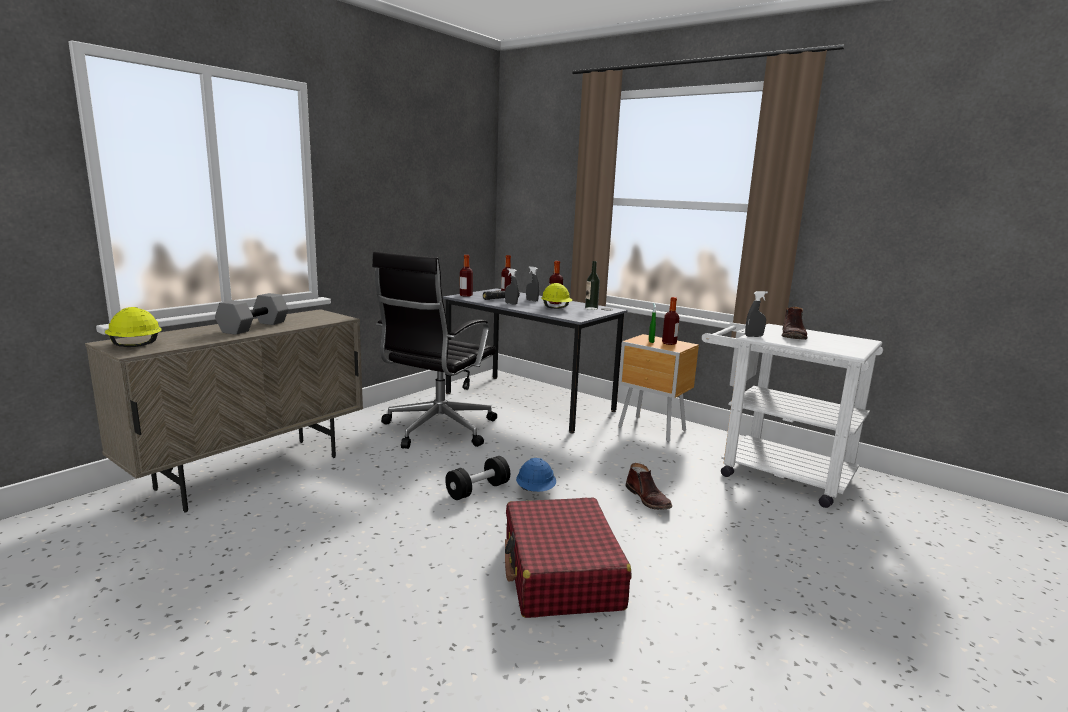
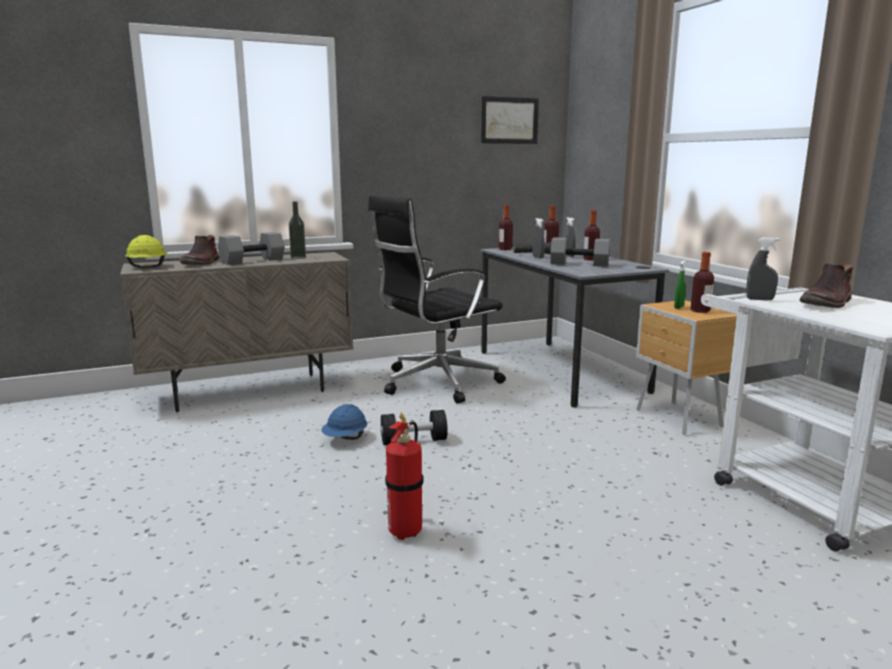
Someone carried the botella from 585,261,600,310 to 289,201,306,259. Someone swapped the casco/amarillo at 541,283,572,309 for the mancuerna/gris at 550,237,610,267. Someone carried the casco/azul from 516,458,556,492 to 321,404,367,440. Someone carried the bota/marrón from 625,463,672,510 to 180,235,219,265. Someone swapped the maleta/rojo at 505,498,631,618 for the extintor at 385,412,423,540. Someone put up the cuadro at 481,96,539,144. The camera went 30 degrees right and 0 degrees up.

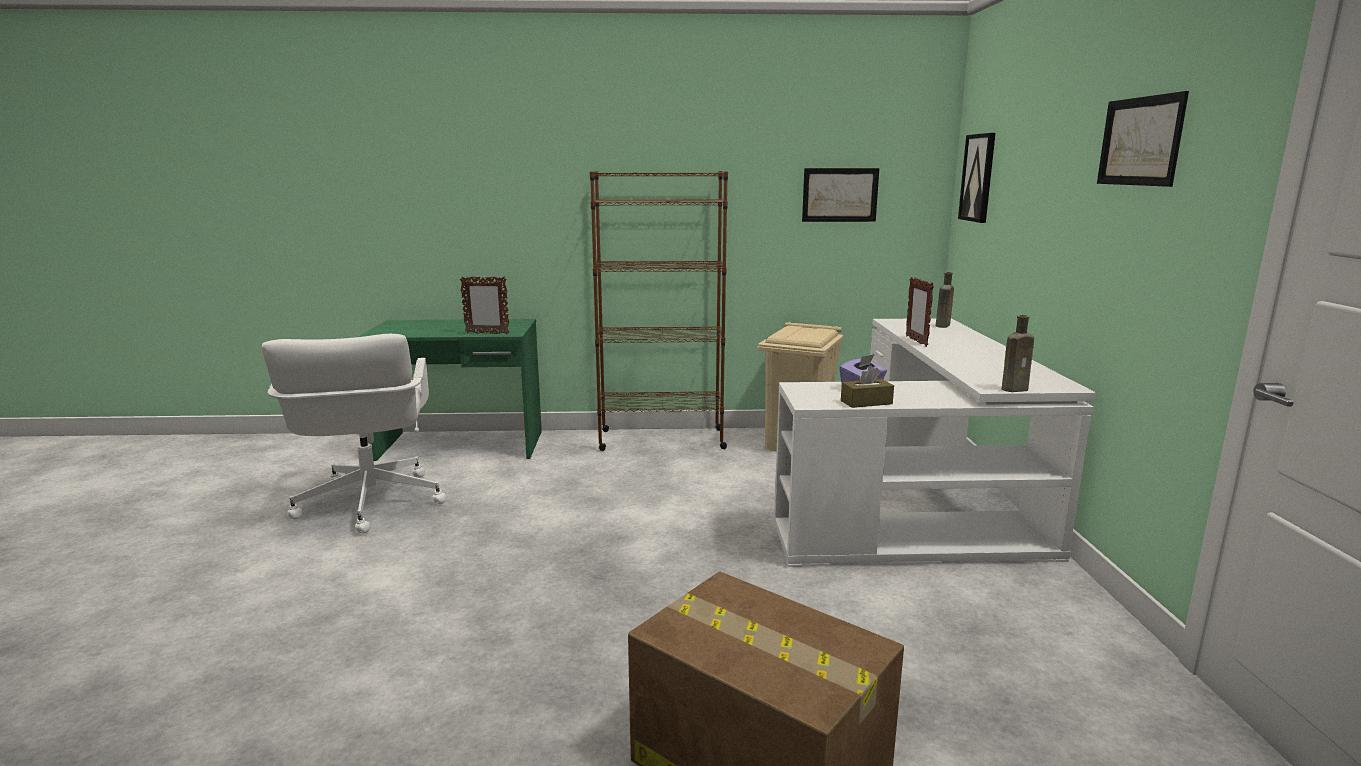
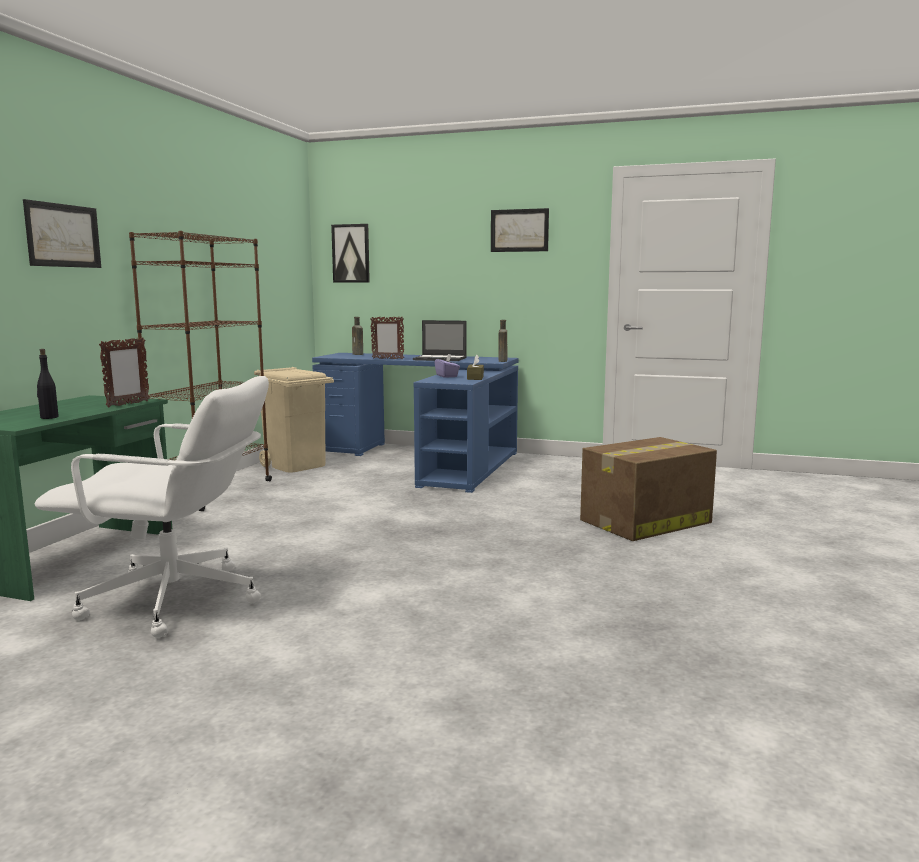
Someone carried the cuadro from 802,168,879,222 to 23,199,101,268. Someone repainted the escritorio/blanco at 774,318,1096,567, which became the escritorio/azul at 312,353,518,493. Someone put down the portátil at 413,320,467,361. Someone put down the botella/negro at 37,349,59,419. The camera went 70 degrees left and 5 degrees down.

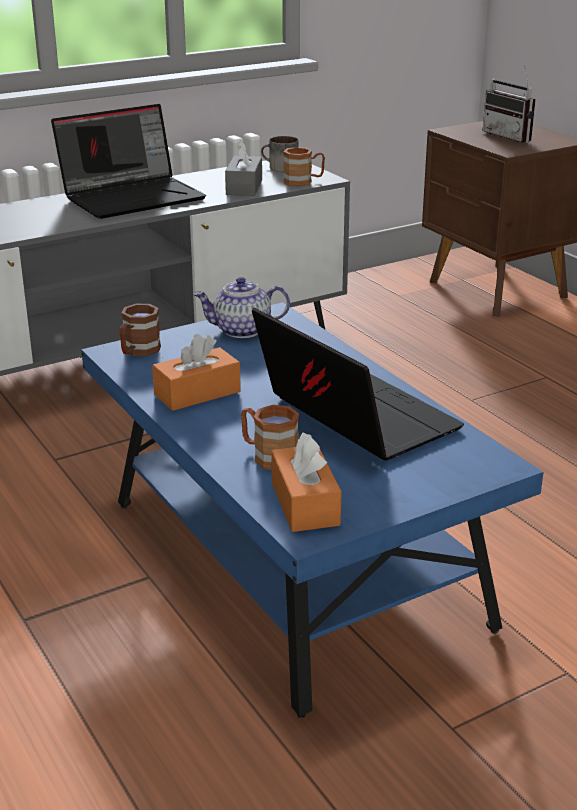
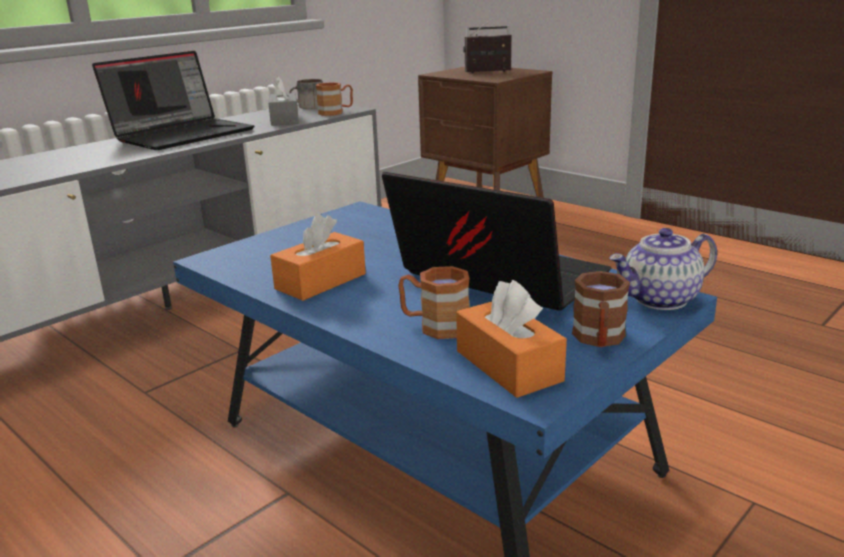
Someone rotated the radio at 483,65,536,143 by 135 degrees clockwise. Someone carried the tetera from 193,277,290,338 to 609,228,717,310. Someone carried the taza grande/marrón from 120,304,161,356 to 572,271,630,347. The camera went 15 degrees left and 5 degrees down.

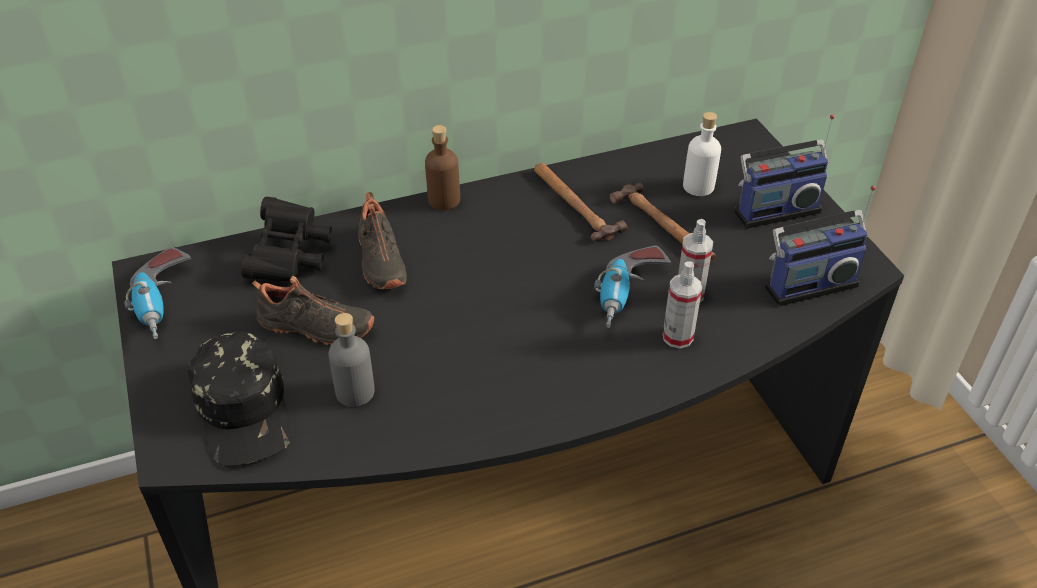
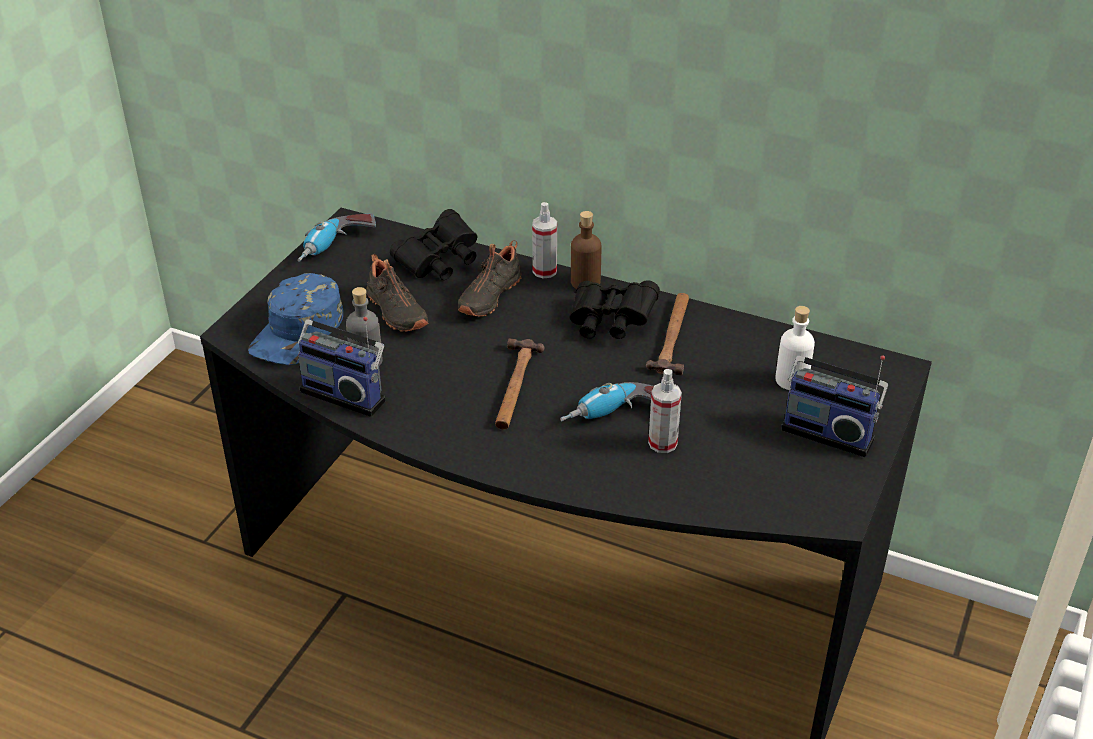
Someone carried the martillo from 610,183,716,263 to 495,338,544,430. Someone carried the radio from 765,186,876,306 to 298,317,386,417. Someone carried the pulverizador from 663,261,702,349 to 532,202,557,278. Someone repainted the gorra/negro at 187,331,293,467, which became the gorra/azul at 248,273,343,365. Someone put down the prismáticos/negro at 569,280,660,339. The camera went 45 degrees right and 5 degrees down.

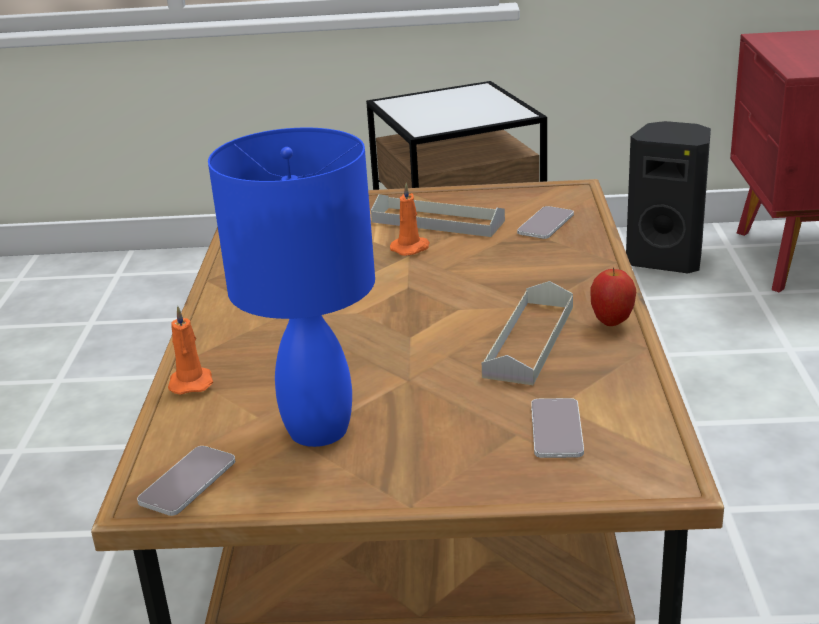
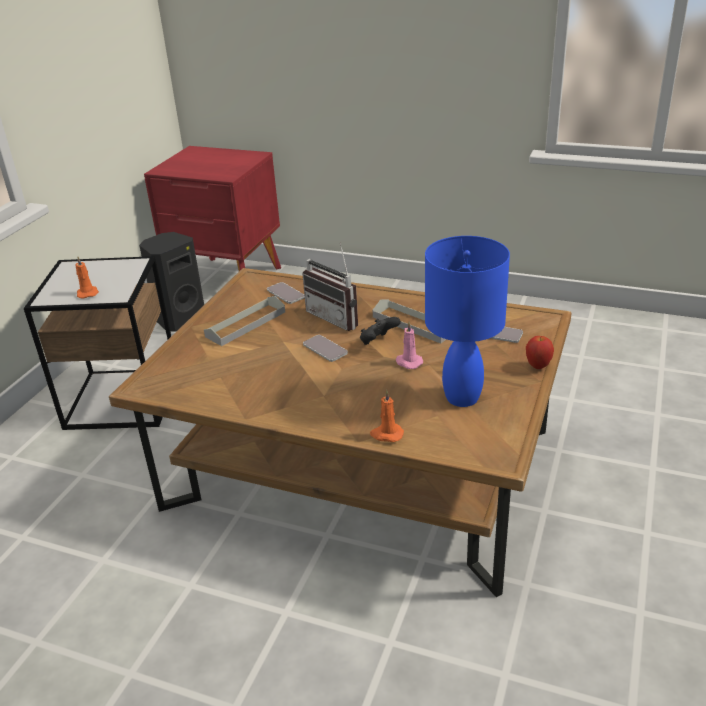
Someone carried the vela/naranja from 390,183,430,256 to 76,257,99,298. Someone carried the manzana from 590,268,636,326 to 526,336,554,369. Someone carried the móvil from 137,446,235,516 to 303,335,348,362. Someone put down the radio at 303,243,358,331. Someone put down the mando de consola/negro at 360,317,401,345. Someone put down the vela/rosa at 396,322,423,369. The camera went 70 degrees left and 5 degrees up.

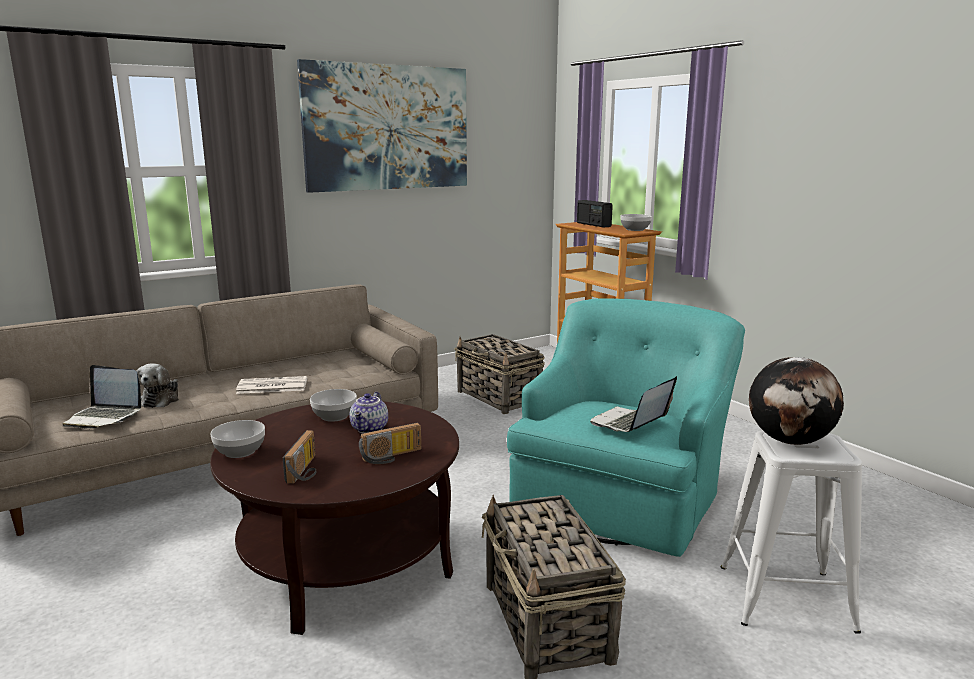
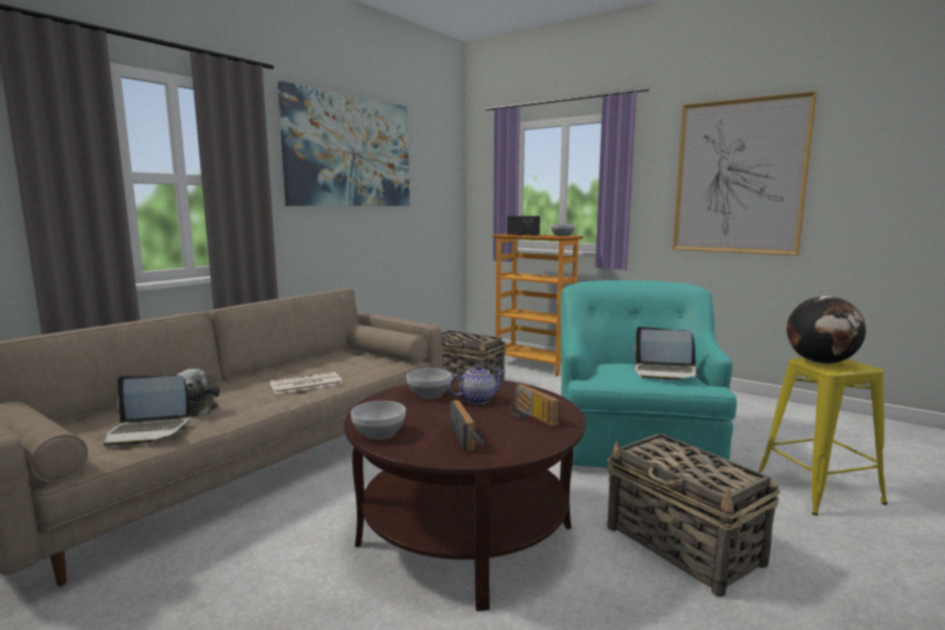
Someone rotated the portátil at 590,376,677,432 by 90 degrees counterclockwise. Someone rotated the tetera at 349,392,388,433 by 105 degrees counterclockwise. Someone rotated the radio at 359,423,421,464 by 105 degrees clockwise. Someone repainted the taburete/blanco at 721,430,862,634, which became the taburete/amarillo at 758,358,888,516. Someone put up the cuadro at 673,91,817,255. The camera went 20 degrees left and 5 degrees down.

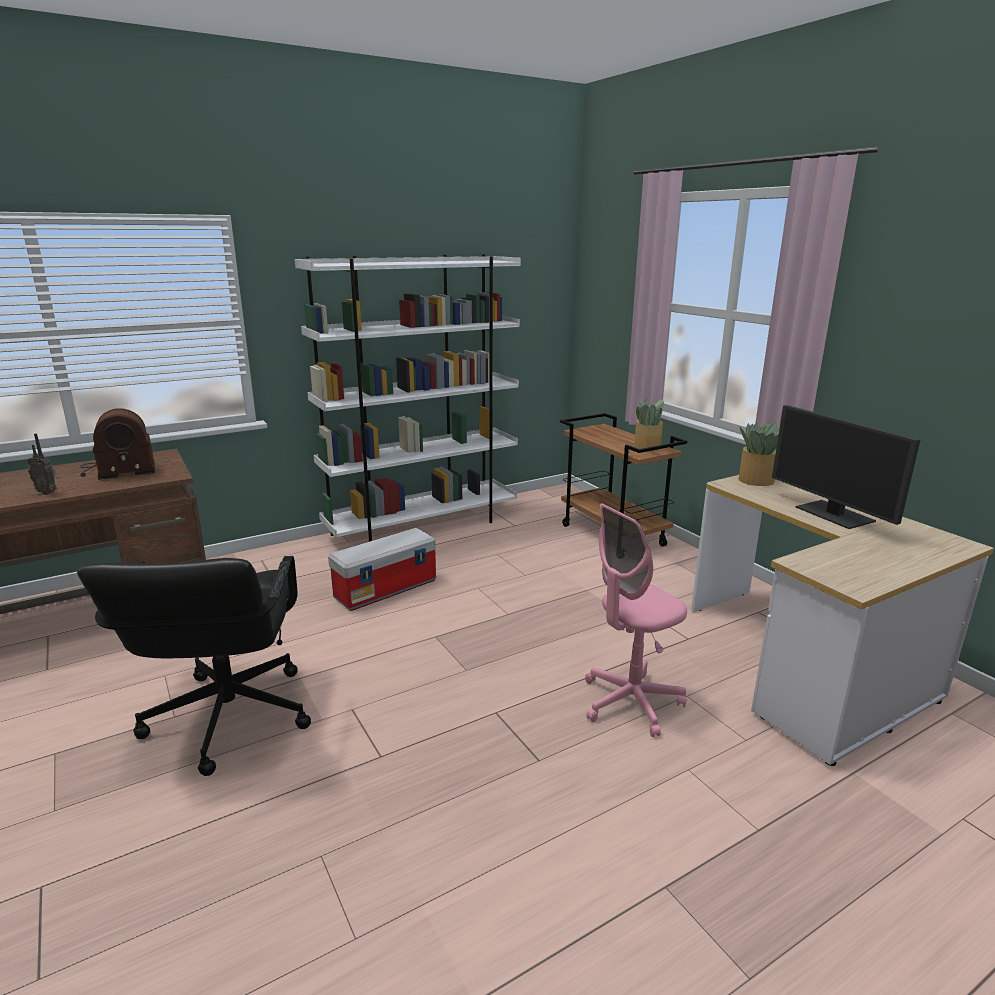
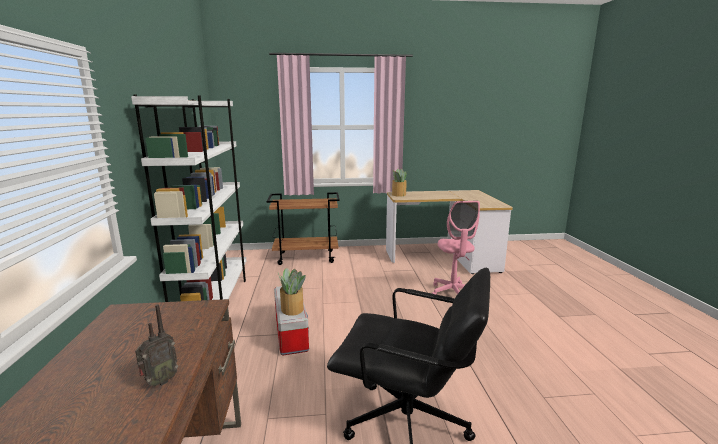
Someone carried the planta en maceta from 634,398,664,451 to 278,268,306,316. Someone took away the monitor at 772,405,920,529. Someone took away the radio at 80,408,155,480. The camera went 65 degrees left and 5 degrees down.

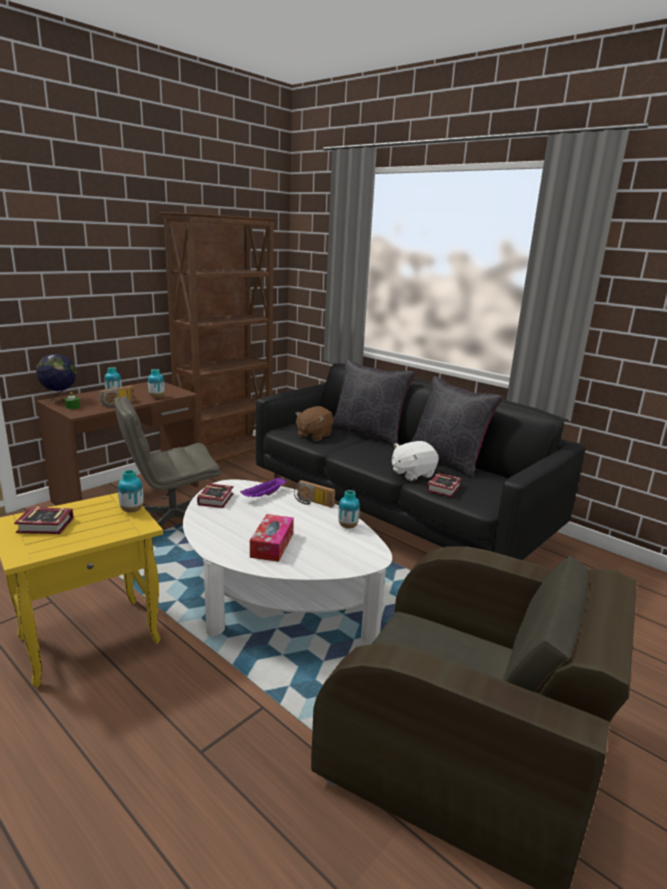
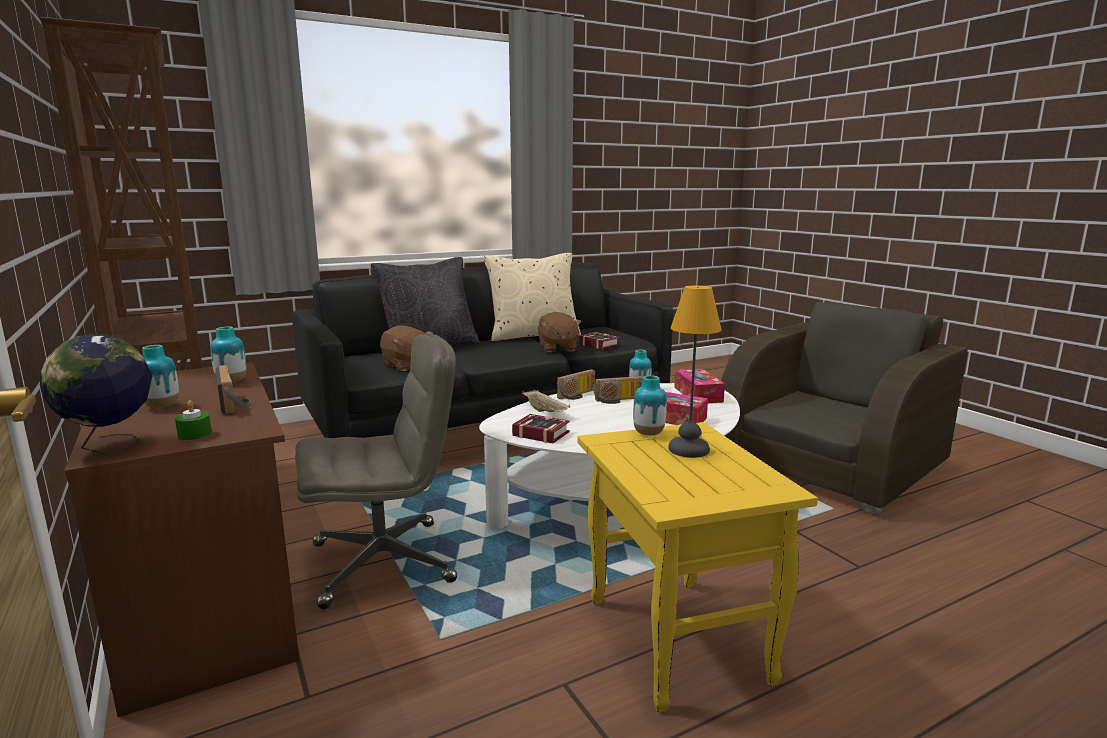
Someone repainted the cojín/negro at 411,376,503,478, which became the cojín/beis at 484,253,581,341. Someone rotated the silla de oficina/gris at 114,396,221,526 by 105 degrees counterclockwise. Someone repainted the peluche/blanco at 392,441,439,481, which became the peluche/marrón at 538,312,581,353. Someone repainted the bandeja/morado at 240,477,287,497, which became the bandeja/beis at 522,390,570,412. Someone took away the libro at 14,507,74,534. Someone put down the lámpara de mesa at 668,285,721,458. Someone put down the caja de pañuelos at 674,368,725,403. Someone put down the radio at 593,376,643,404. The camera went 70 degrees left and 5 degrees down.

